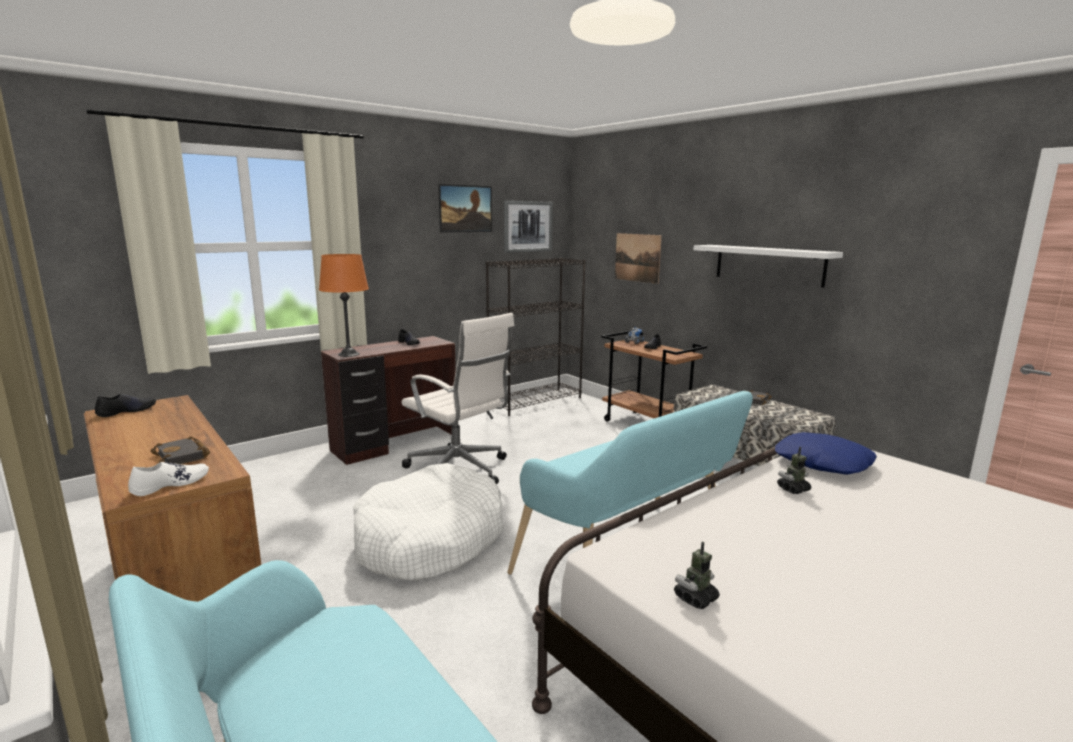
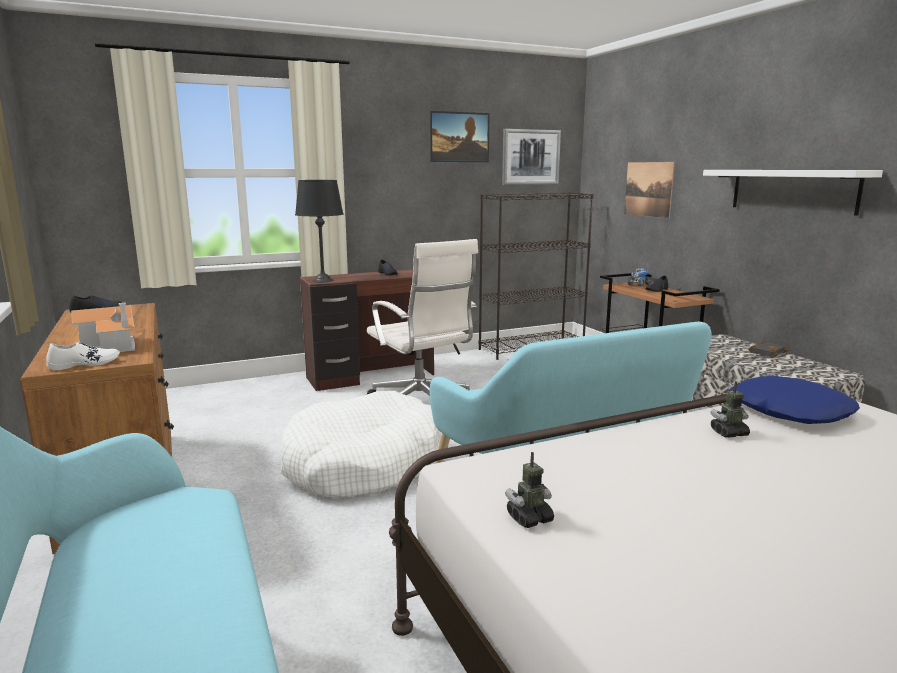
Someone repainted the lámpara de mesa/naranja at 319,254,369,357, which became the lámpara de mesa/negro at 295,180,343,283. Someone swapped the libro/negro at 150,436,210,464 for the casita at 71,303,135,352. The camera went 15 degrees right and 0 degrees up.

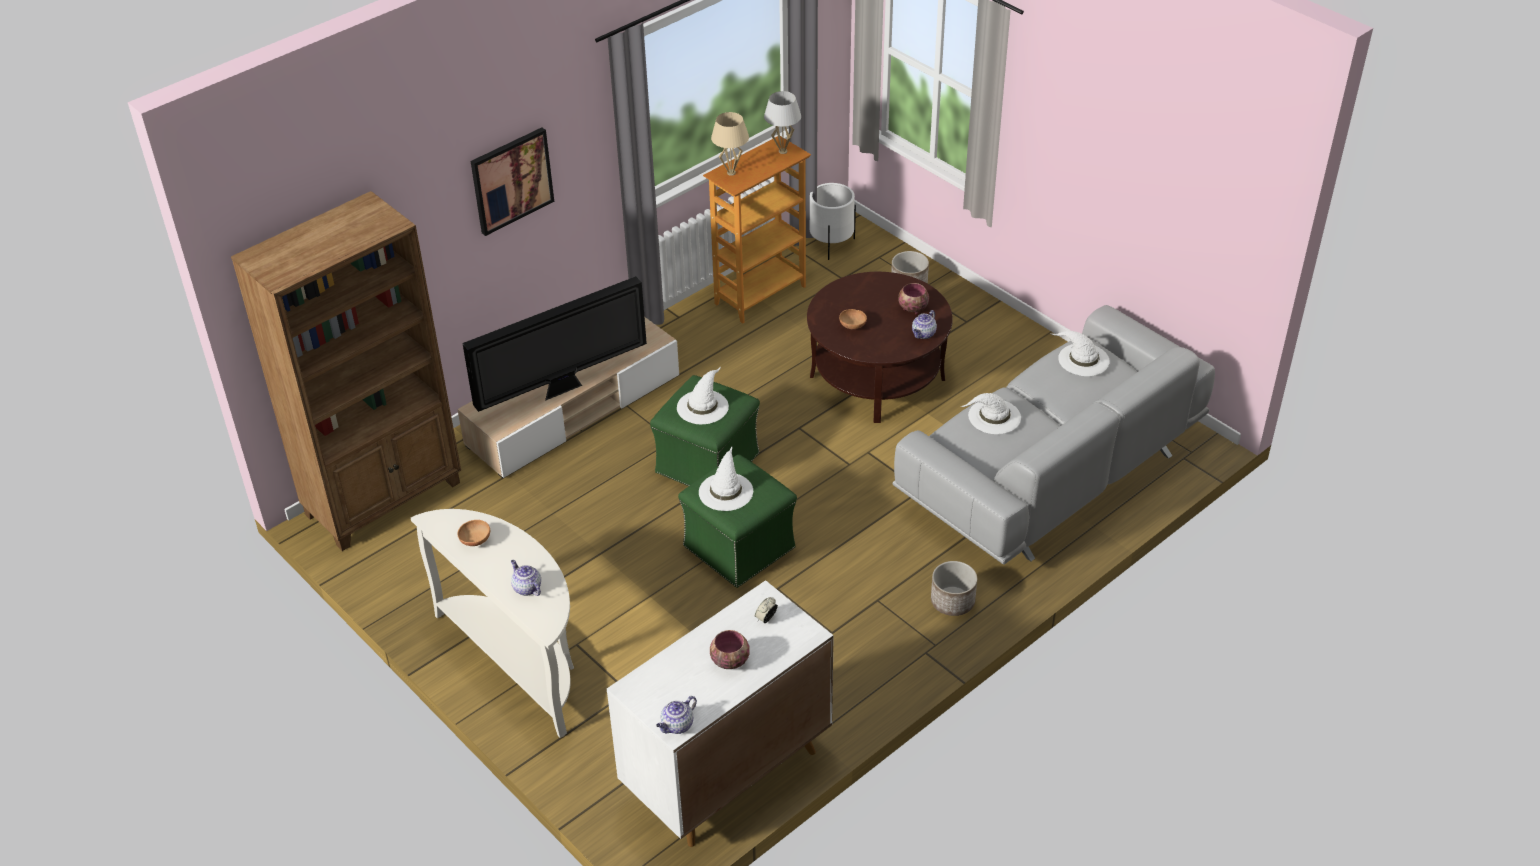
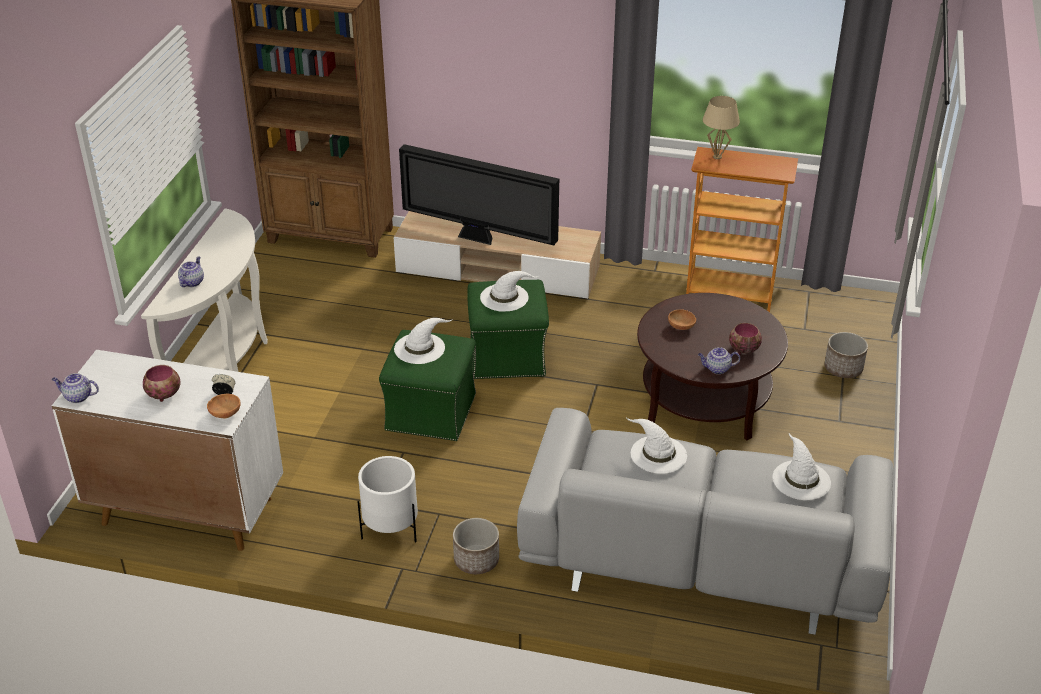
Someone took away the lámpara de mesa/blanco at 764,91,801,154. Someone took away the cuadro at 471,128,554,236. Someone carried the maceta/blanco from 809,183,856,260 to 357,456,418,542. Someone carried the cuenco/marrón from 457,520,490,546 to 207,394,241,419. The camera went 55 degrees right and 5 degrees down.

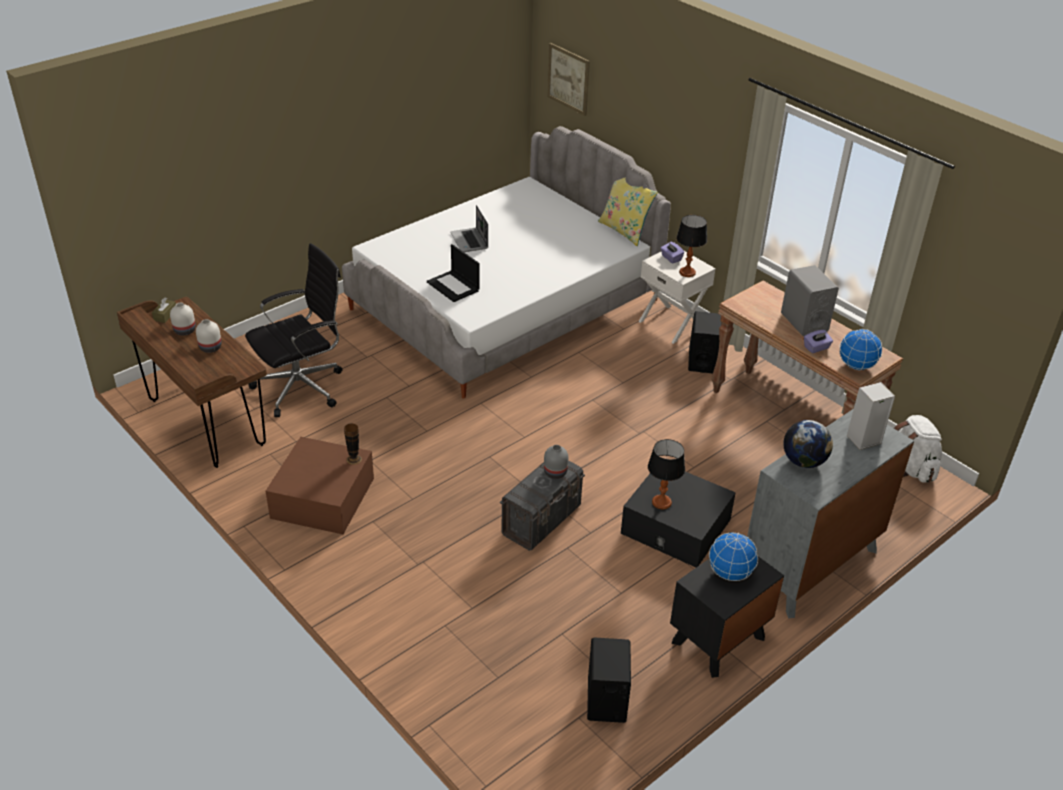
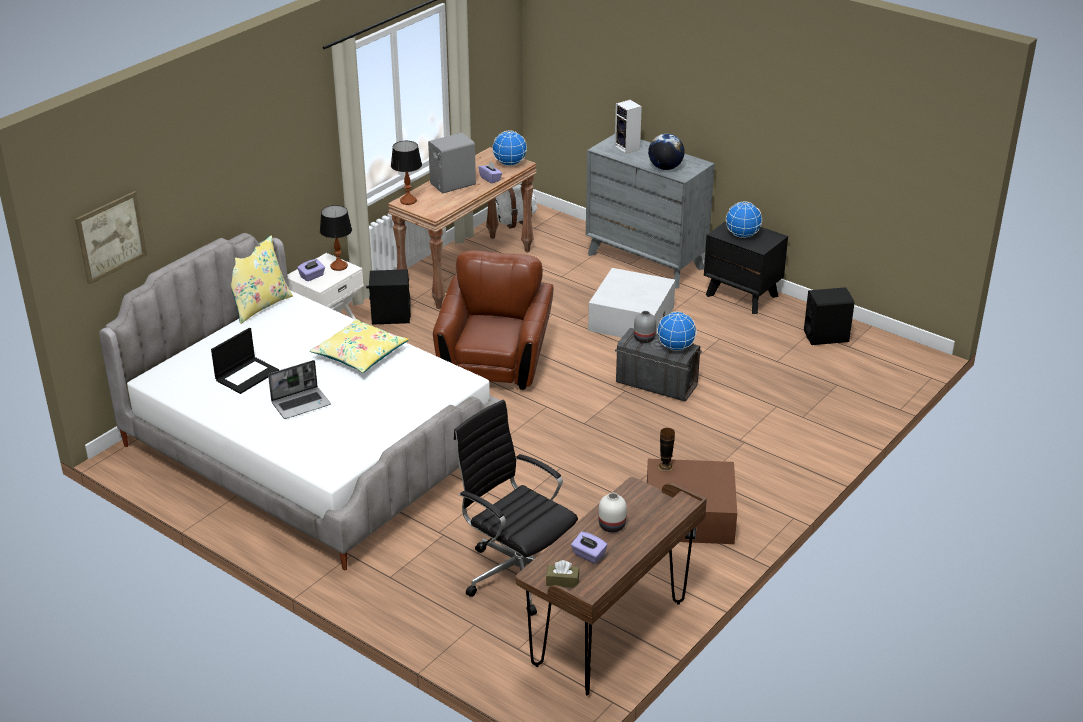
Someone carried the portátil from 427,244,480,302 to 211,328,279,394. Someone swapped the florero/blanco at 170,303,196,336 for the caja de pañuelos/morado at 571,532,608,564. Someone carried the lámpara de mesa from 648,439,685,510 to 391,141,422,205. Someone repainted the caja de almacenaje/negro at 621,472,736,567, which became the caja de almacenaje/blanco at 588,268,676,338. Someone put down the sillón/marrón at 433,250,553,390. Someone put down the globo terráqueo at 657,312,697,351. Someone put down the cojín/amarillo at 310,319,409,373. The camera went 100 degrees left and 5 degrees down.

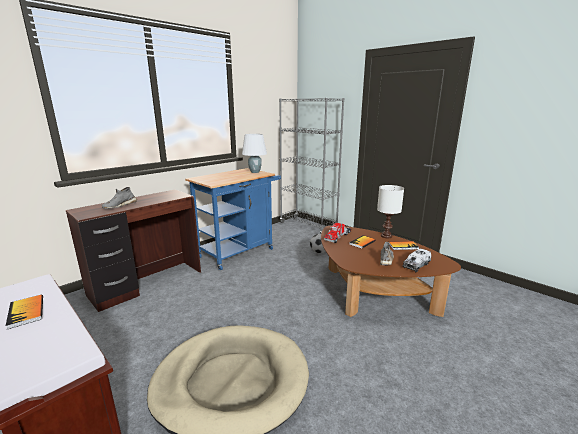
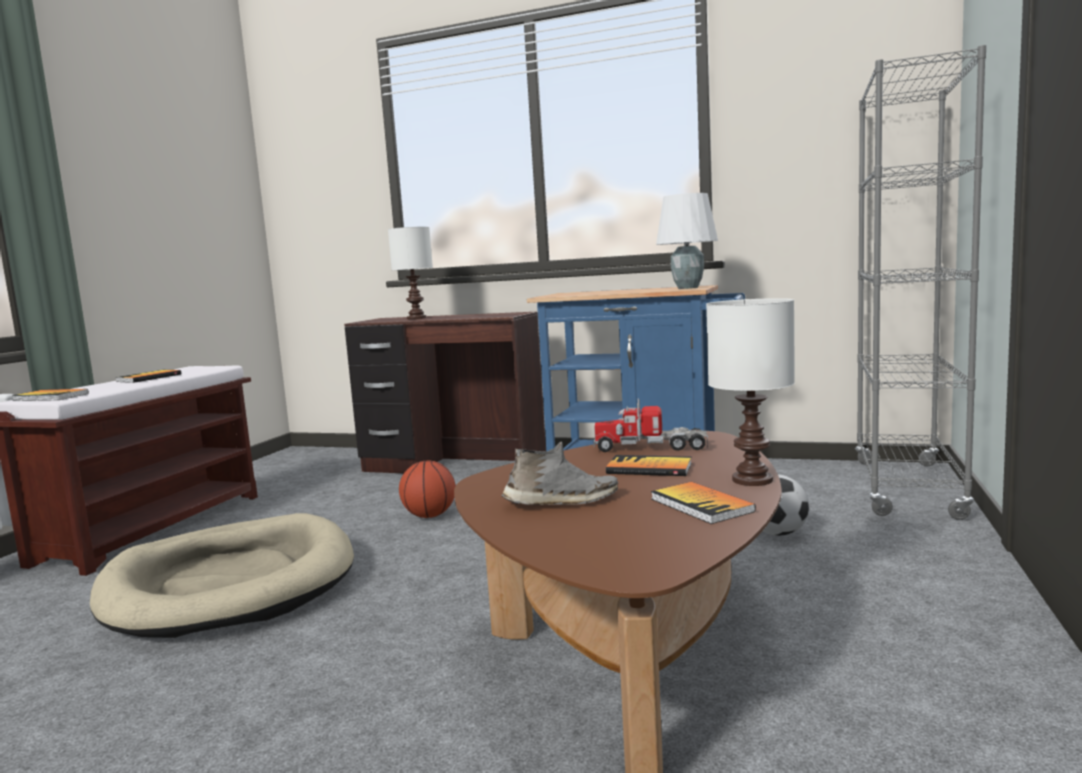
Someone swapped the zapato/gris at 102,187,137,209 for the lámpara de mesa/blanco at 388,227,433,319. Someone took away the camión de juguete at 403,248,431,272. Someone put down the libro at 12,389,89,401. Someone put down the balón de baloncesto at 399,460,456,518. The camera went 65 degrees right and 10 degrees down.

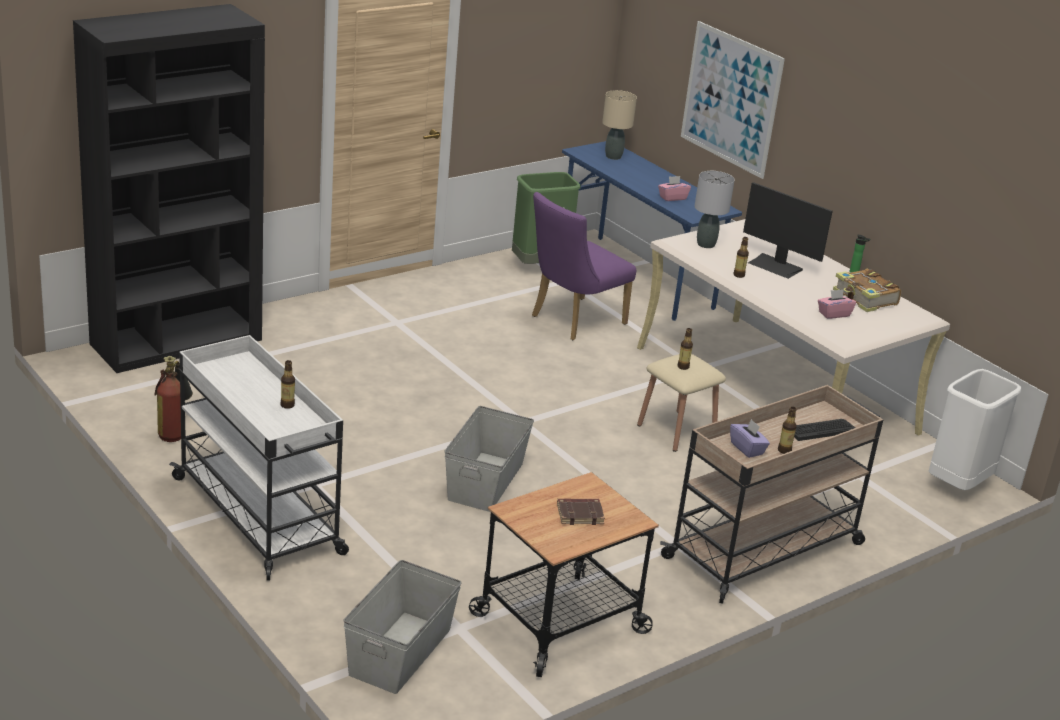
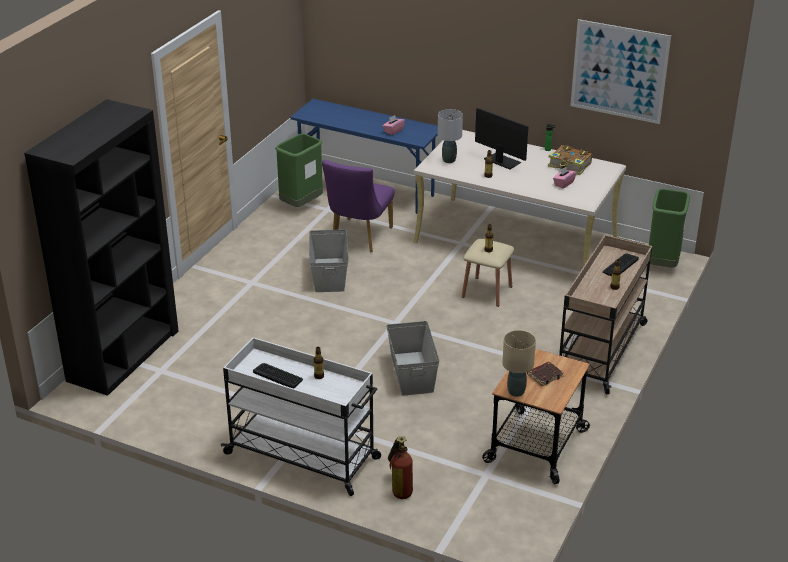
Someone carried the cuadro from 681,21,785,179 to 570,19,671,124. Someone carried the lámpara de mesa/beis from 602,90,637,160 to 502,330,536,397. Someone rotated the monitor at 743,182,833,279 by 150 degrees counterclockwise. Someone carried the extintor from 154,356,193,442 to 388,436,413,499. Someone repainted the papelera/blanco at 929,369,1021,490, which became the papelera/verde at 649,189,690,268. Someone took away the caja de pañuelos/morado at 730,419,770,458. Someone carried the caja de almacenaje/gris from 343,560,462,694 to 309,230,348,292. Someone put down the teclado at 253,363,303,389. The camera went 25 degrees left and 5 degrees up.

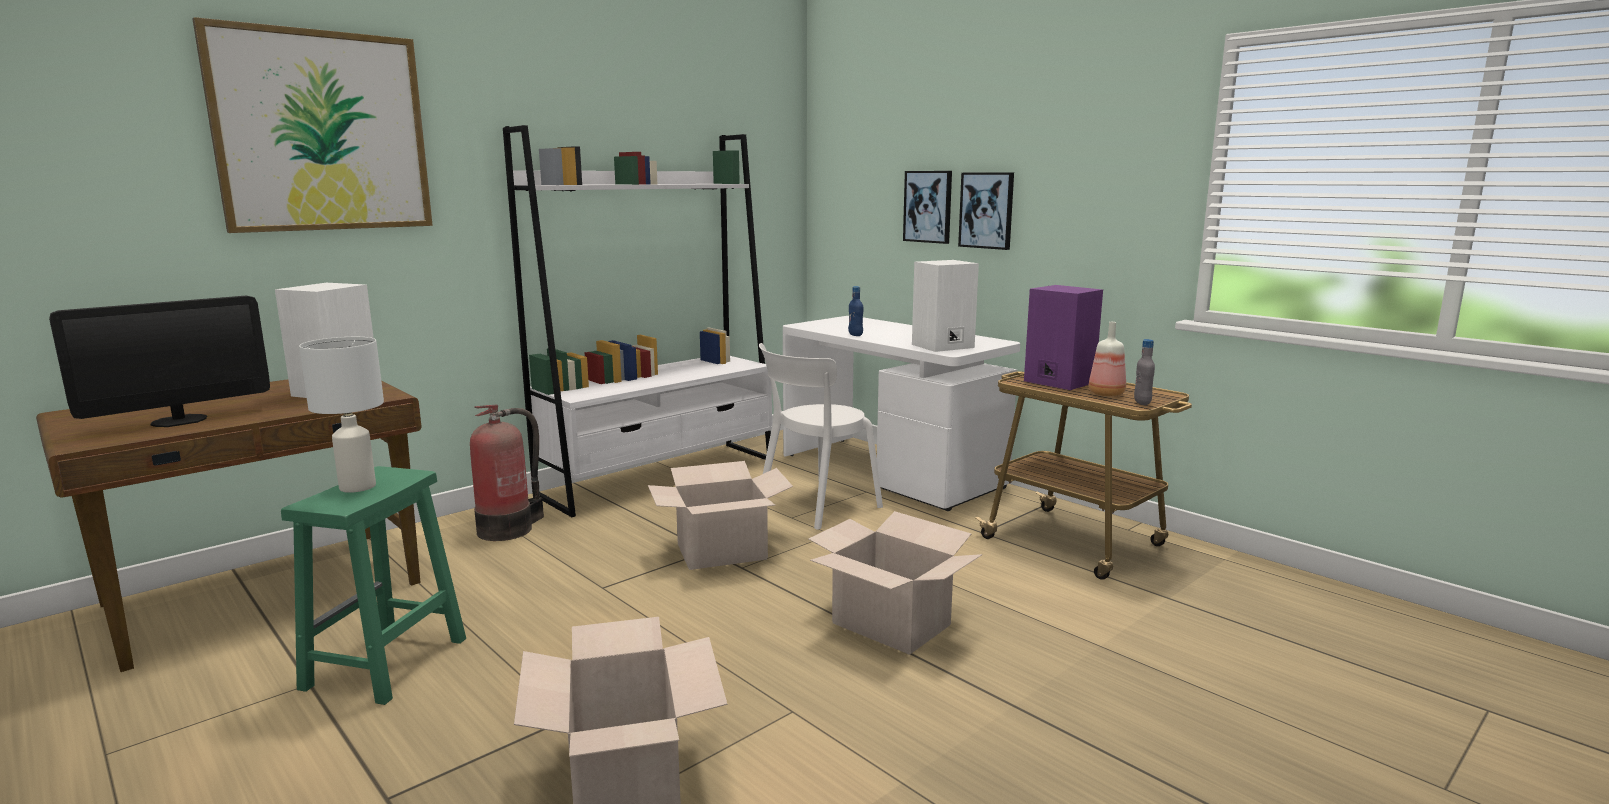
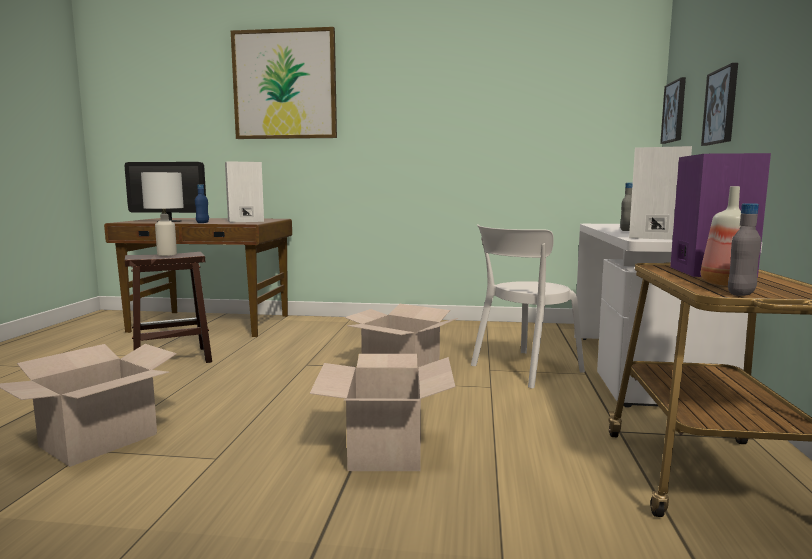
Someone took away the estantería/blanco at 503,125,772,517. Someone carried the cuadro from 958,172,1014,250 to 660,77,686,144. Someone carried the botella/azul from 848,286,863,336 to 195,185,209,223. Someone rotated the silla/blanco at 759,343,883,530 by 45 degrees counterclockwise. Someone took away the extintor at 470,405,544,541. Someone repainted the taburete/verde at 281,466,466,705, which became the taburete/marrón at 125,252,212,363. Someone put down the botella/gris at 620,183,633,231. The camera went 50 degrees right and 5 degrees down.

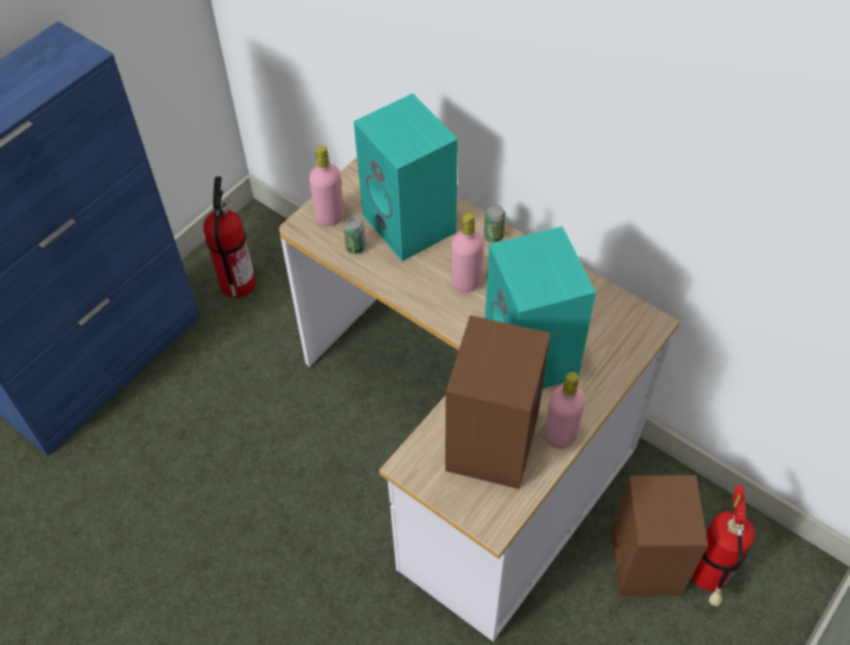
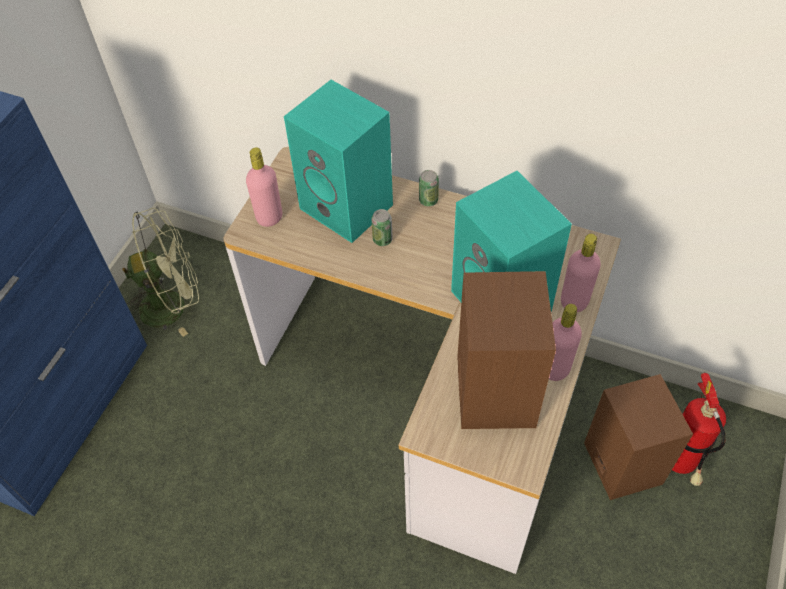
Someone swapped the extintor at 203,177,256,298 for the ventilador/verde at 122,208,199,337. Someone carried the botella/rosa from 452,212,484,293 to 561,234,601,312. Someone carried the lata from 343,216,366,254 to 371,209,393,246. The camera went 15 degrees left and 0 degrees up.

